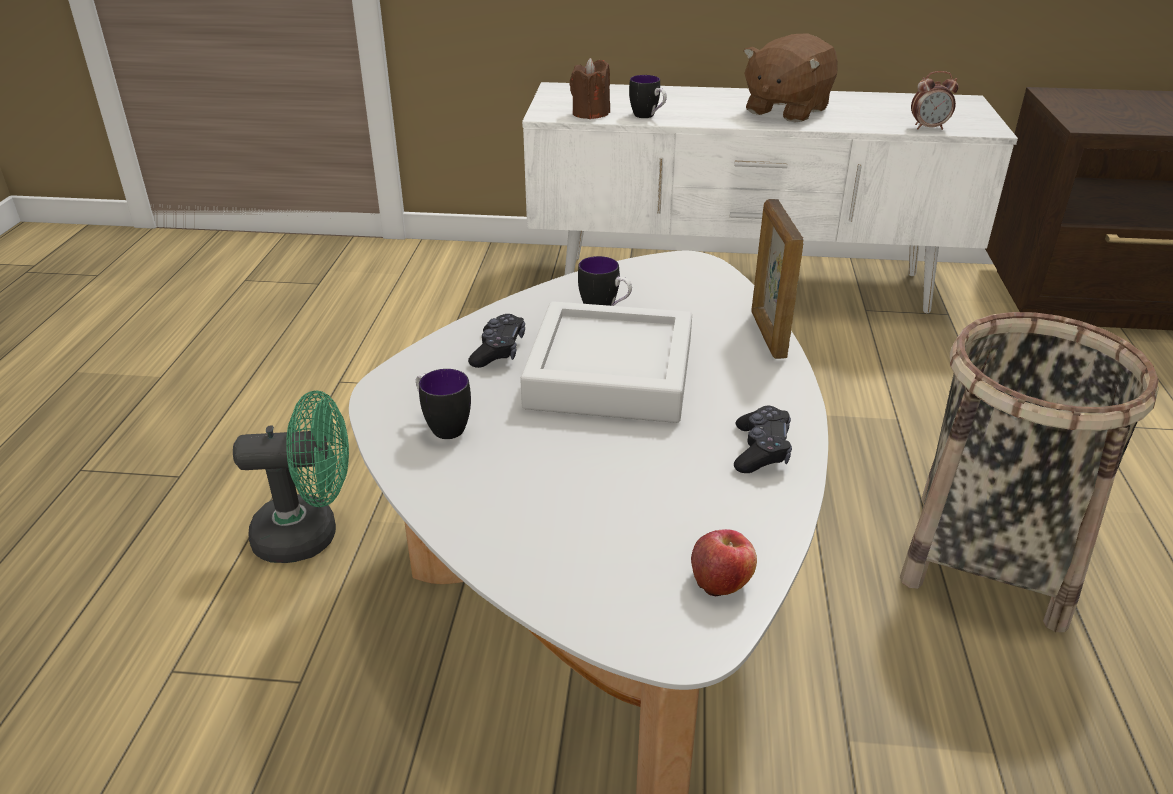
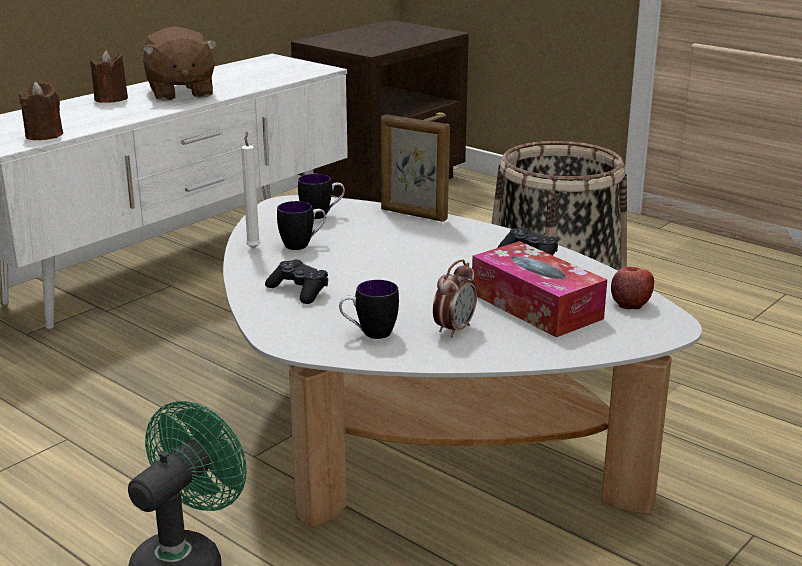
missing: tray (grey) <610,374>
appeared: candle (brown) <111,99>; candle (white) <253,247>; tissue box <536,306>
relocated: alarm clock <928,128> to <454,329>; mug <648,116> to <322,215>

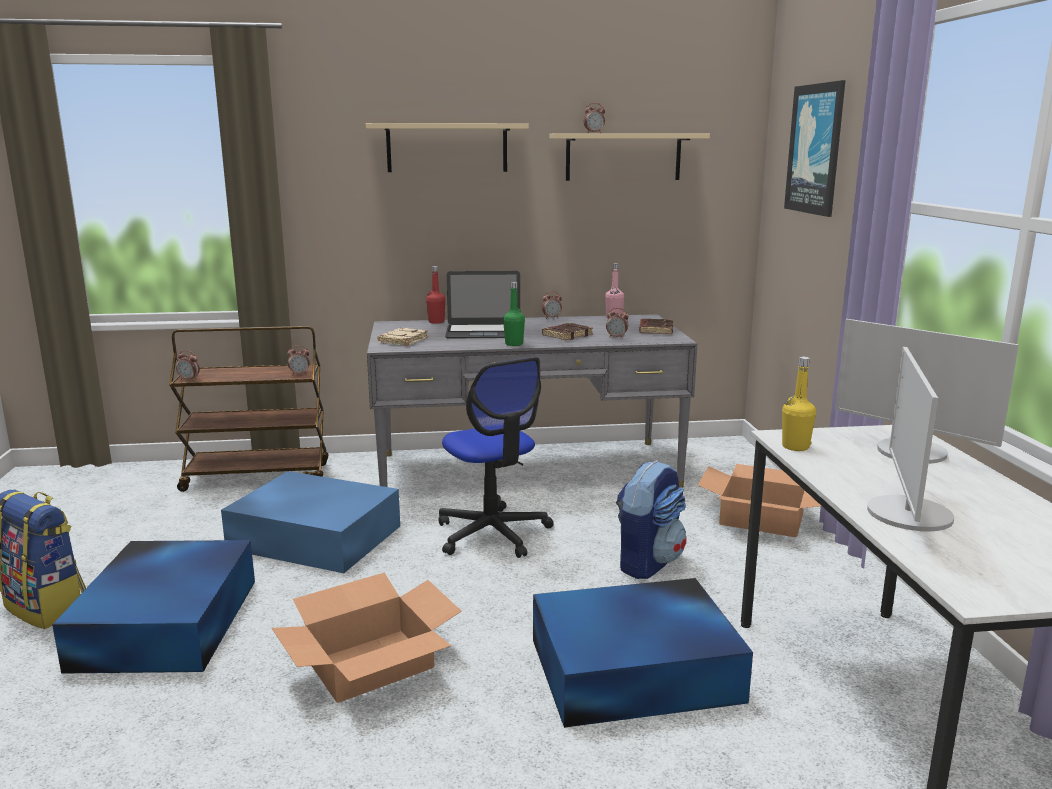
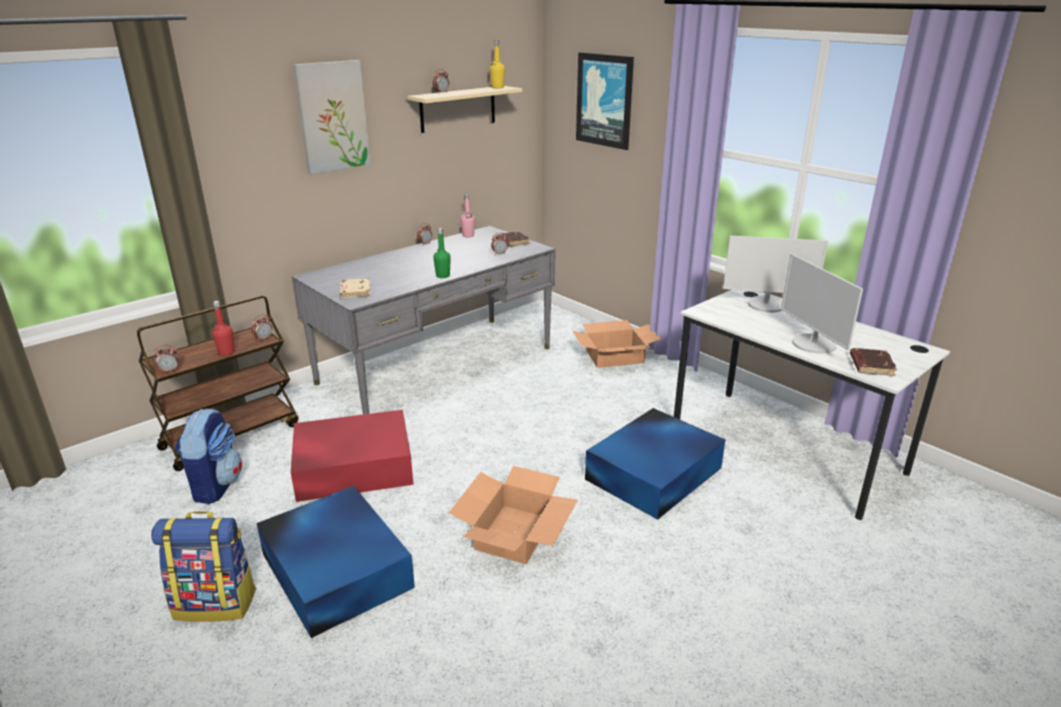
missing: laptop <484,332>; office chair <492,533>
relocated: bottle (red) <436,322> to <226,352>; book (brown) <567,335> to <870,365>; bottle (yellow) <795,447> to <497,87>; backpack <648,562> to <215,485>
exchanged: shelf (beige) <447,148> to picture <332,116>
colour: storage box (blue) <314,536> to storage box (red) <352,467>

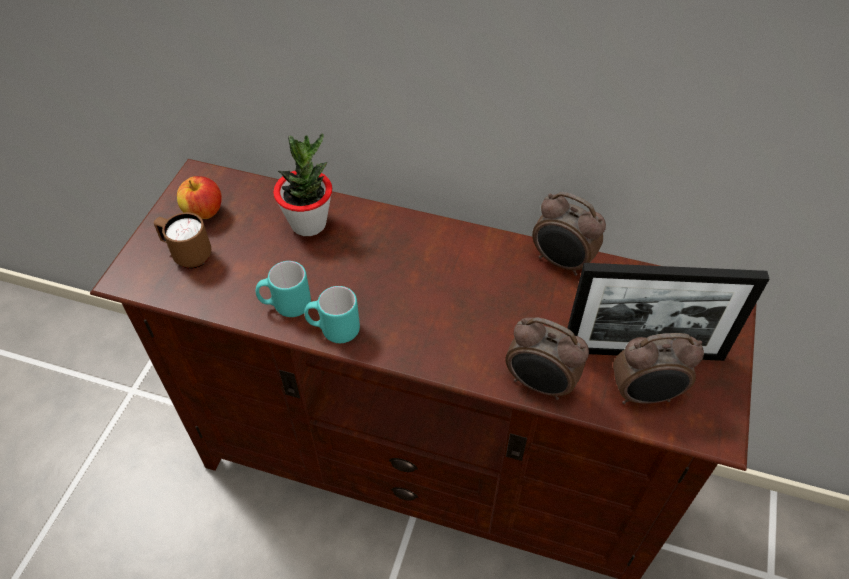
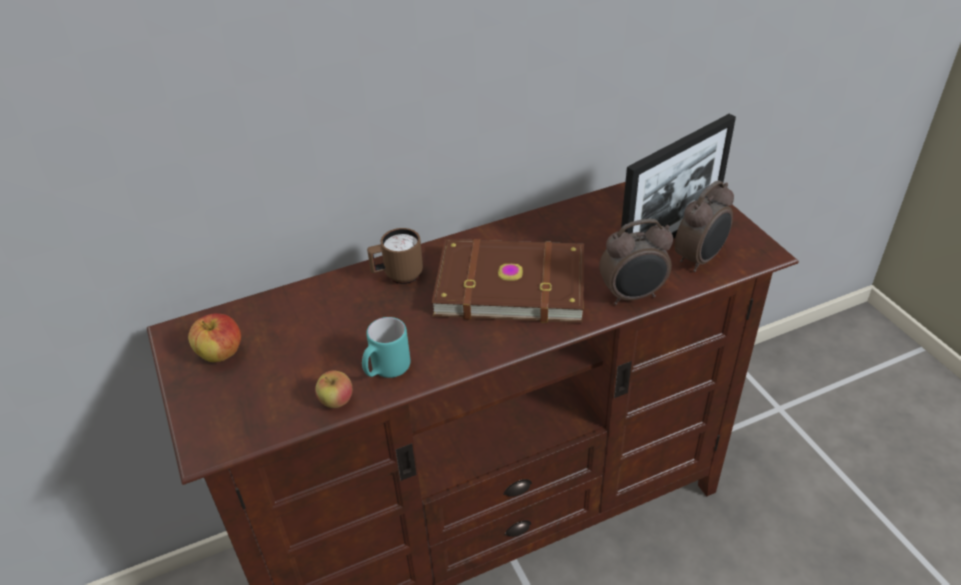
missing: potted plant <309,223>; alarm clock <561,262>; mug (turquoise) <333,329>
appeared: book (brown) <509,283>; apple <336,401>
relocated: mug (brown) <188,255> to <398,276>

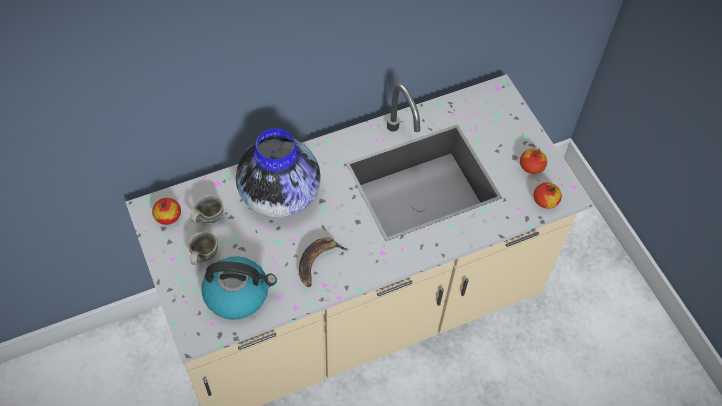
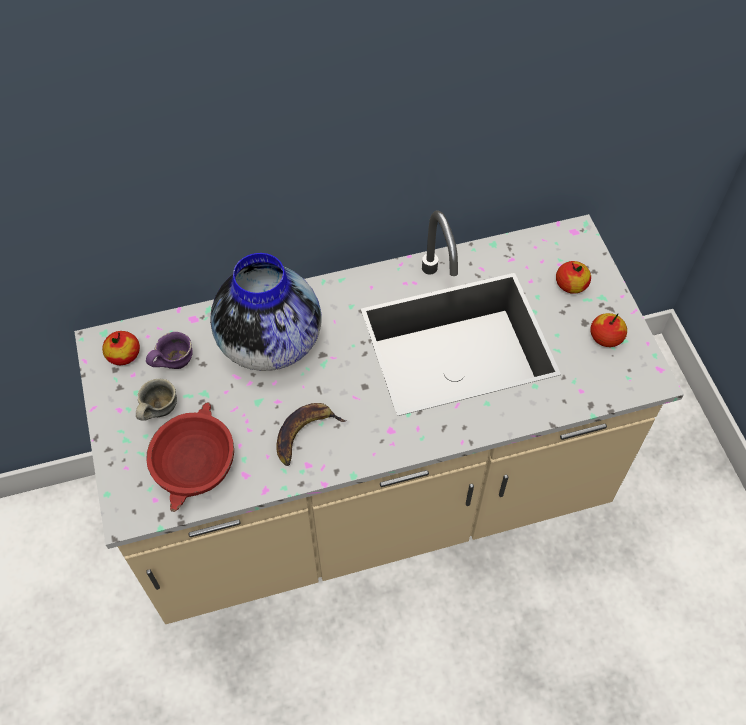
relocated: apple <545,200> to <571,285>
exchanged: kettle <238,294> to bowl (red) <194,465>
colour: mug (grey) <208,218> to mug (purple) <173,362>

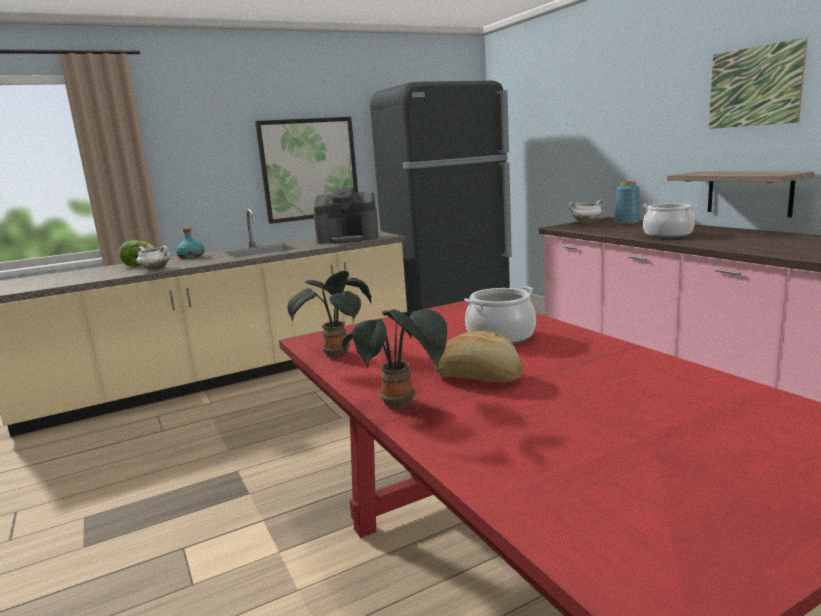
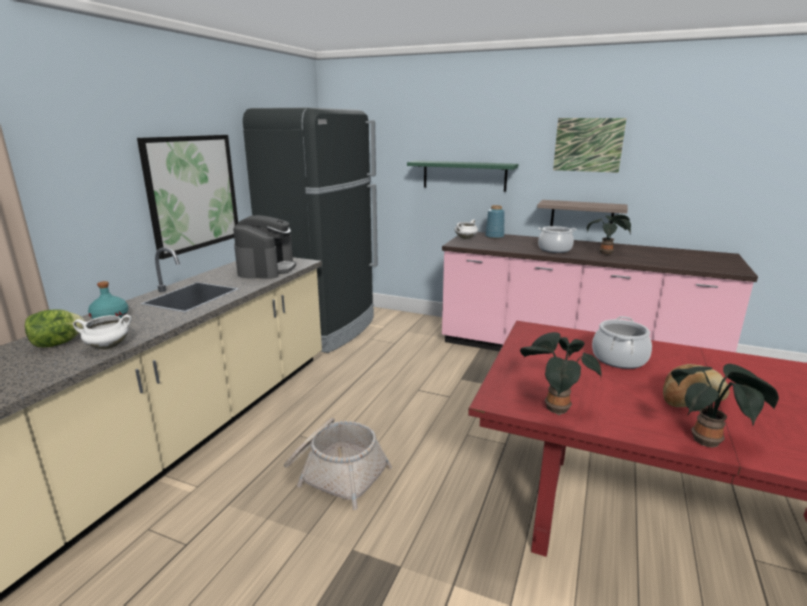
appeared: shelf (green) <464,175>; potted plant <606,253>; basket <335,473>
spun: coffee machine <348,239> = <267,269> 45 degrees counterclockwise

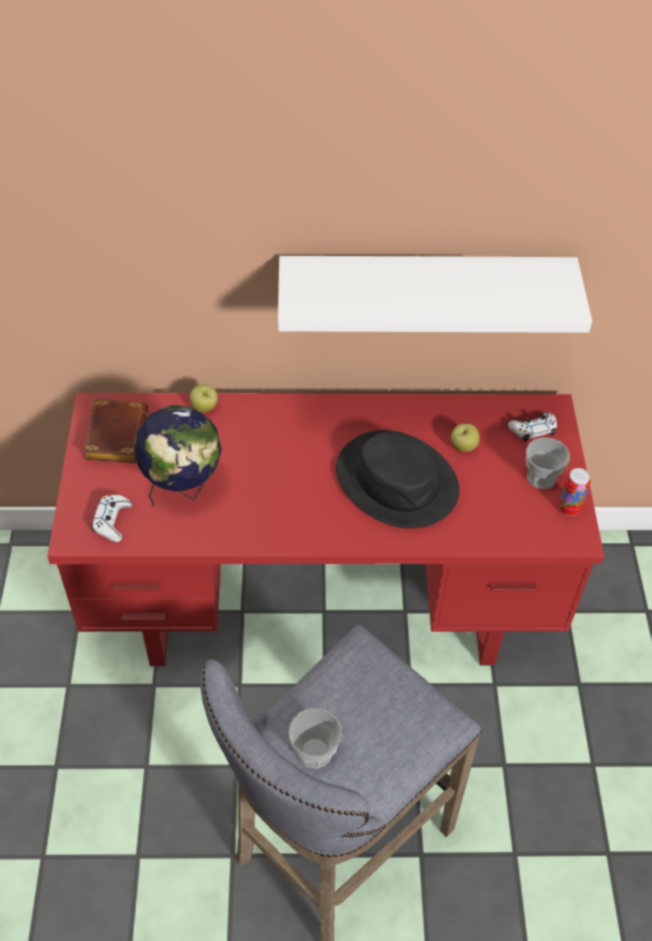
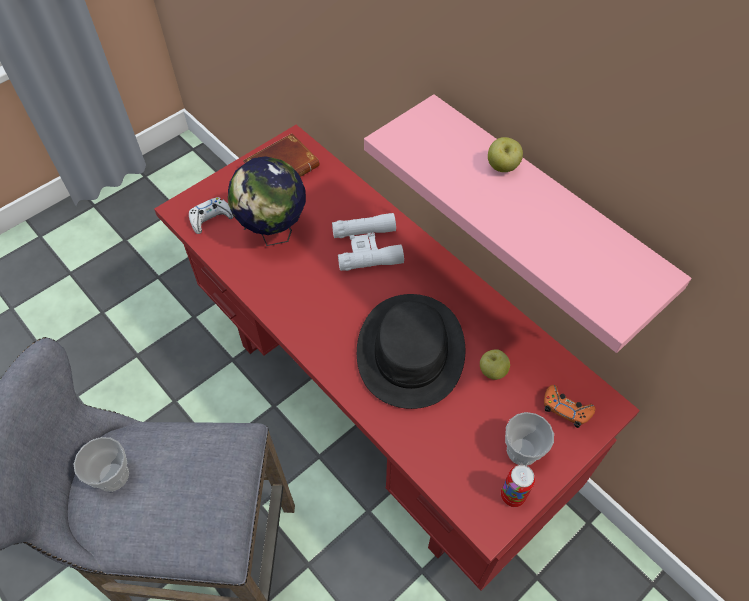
appeared: binoculars (white) <367,247>
relocated: apple <204,407> to <502,167>
colour: shelf (white) <425,289> to shelf (pink) <541,209>; game controller (white) <533,430> to game controller (orange) <566,408>

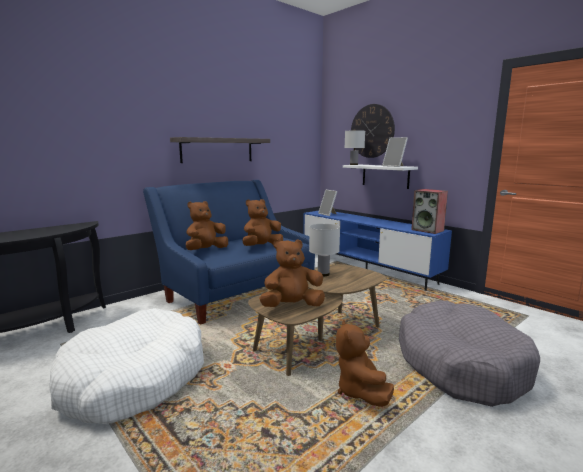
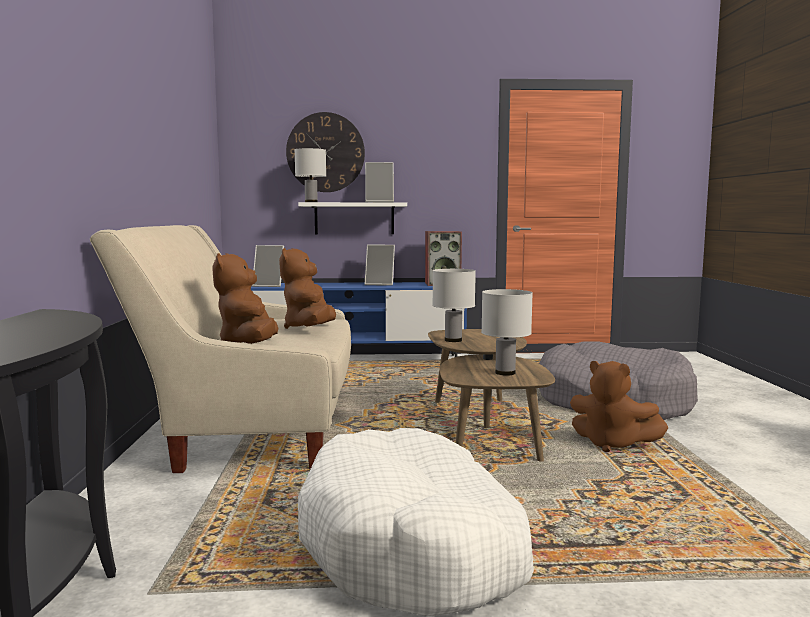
missing: shelf <217,150>
appeared: picture frame <380,284>
exchanged: plush toy (brown) <292,306> to table lamp (white) <505,372>
colour: sofa (blue) <236,291> to sofa (beige) <252,426>

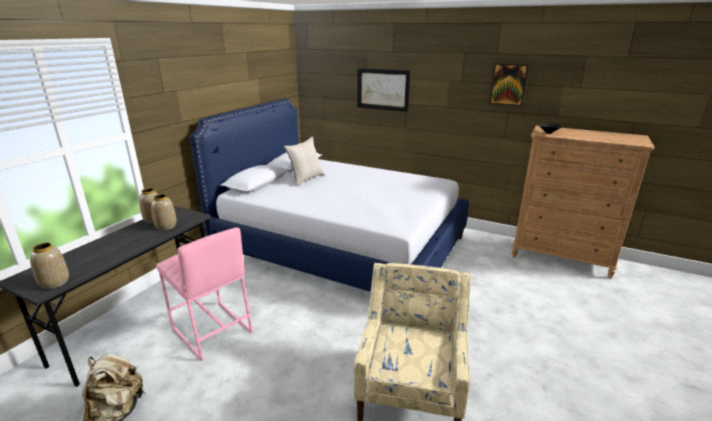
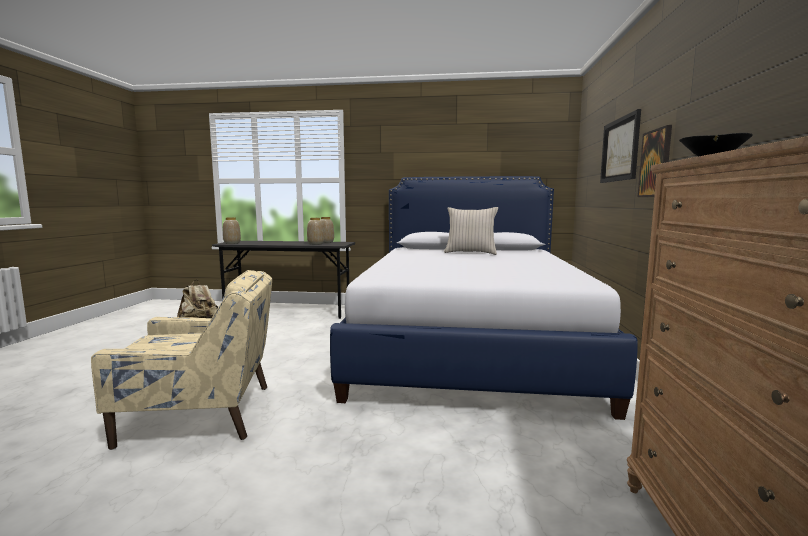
missing: stool (pink) <211,330>
relocated: picture <508,84> to <655,163>

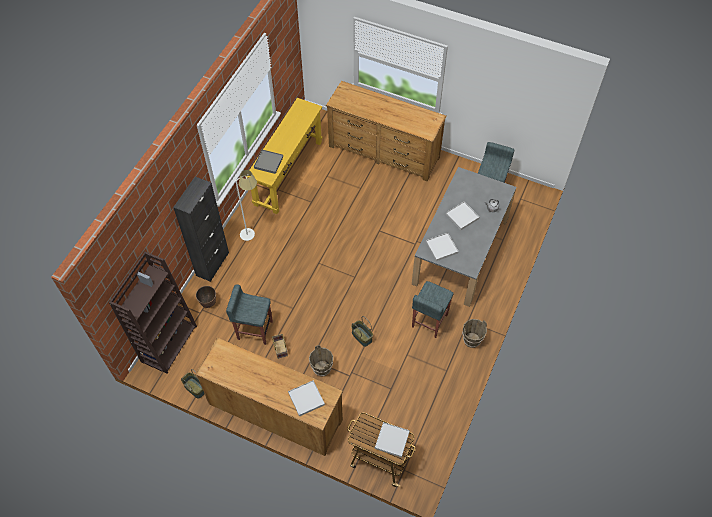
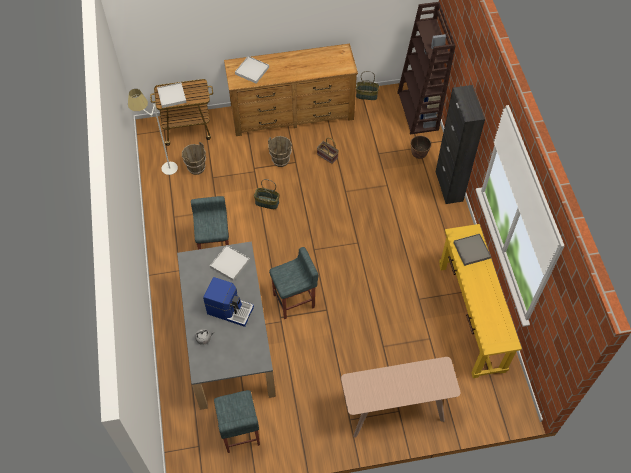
relocated: floor lamp (white) <253,236> to <162,169>; stool (grey) <254,330> to <294,301>; bucket (brown) <472,340> to <196,168>
exchanged: dresser (brown) <384,152> to console table (beige) <394,410>; tray (white) <462,216> to coffee machine <230,309>

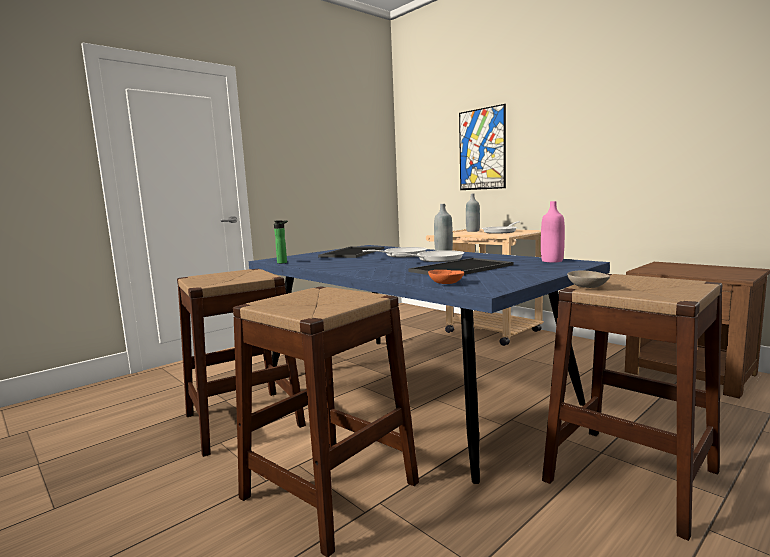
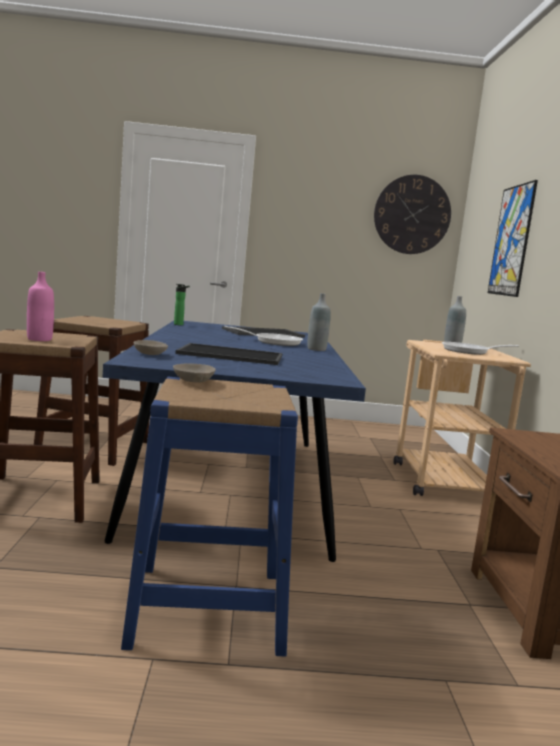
missing: frying pan <436,259>
appeared: wall clock <412,215>
relocated: bottle (pink) <552,261> to <39,339>
colour: bowl (orange) <445,283> to bowl (beige) <149,354>; stool (brown) <631,475> to stool (blue) <207,607>

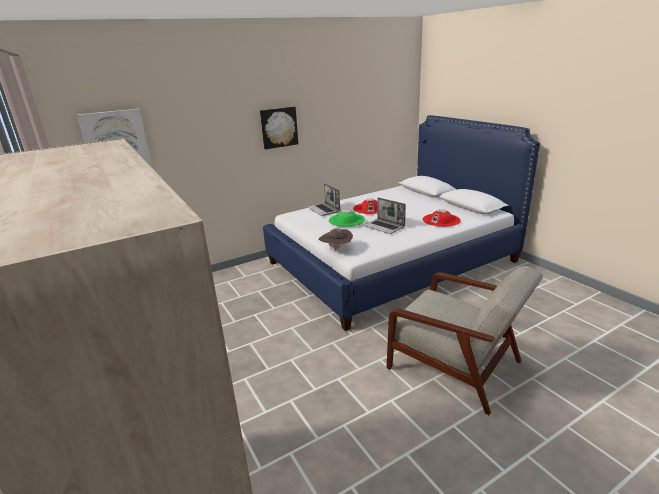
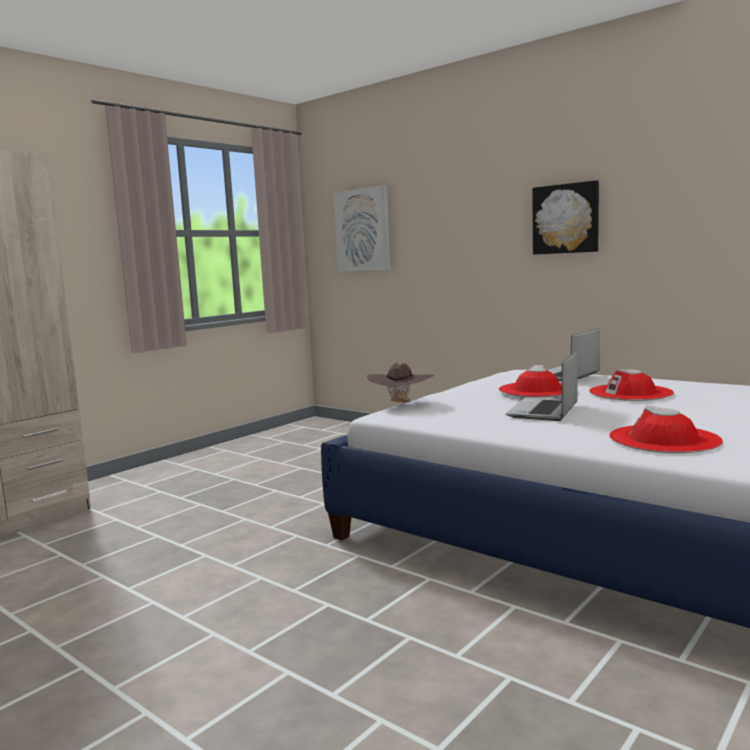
missing: armchair (grey) <456,366>
colour: hat (green) <346,220> to hat (red) <537,390>

